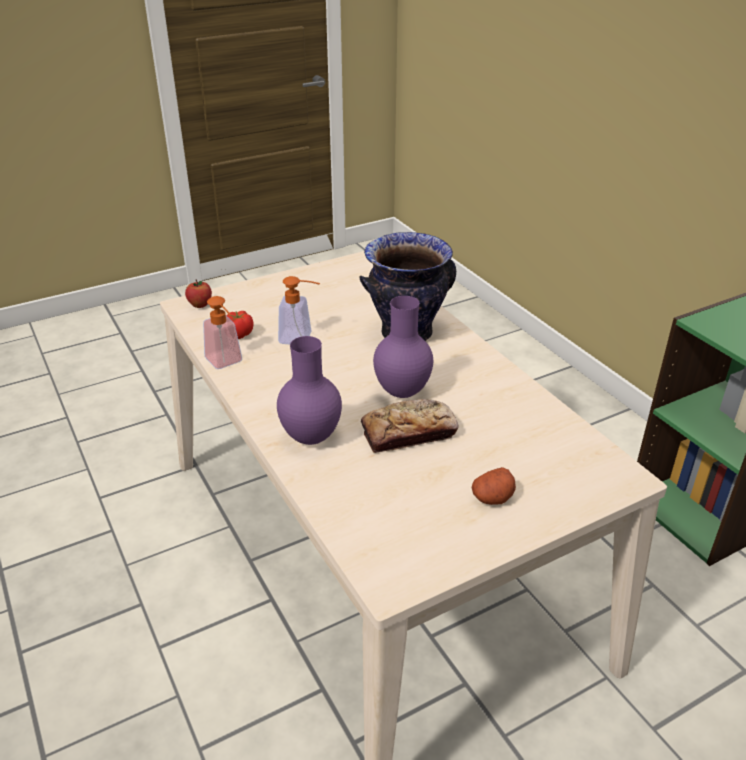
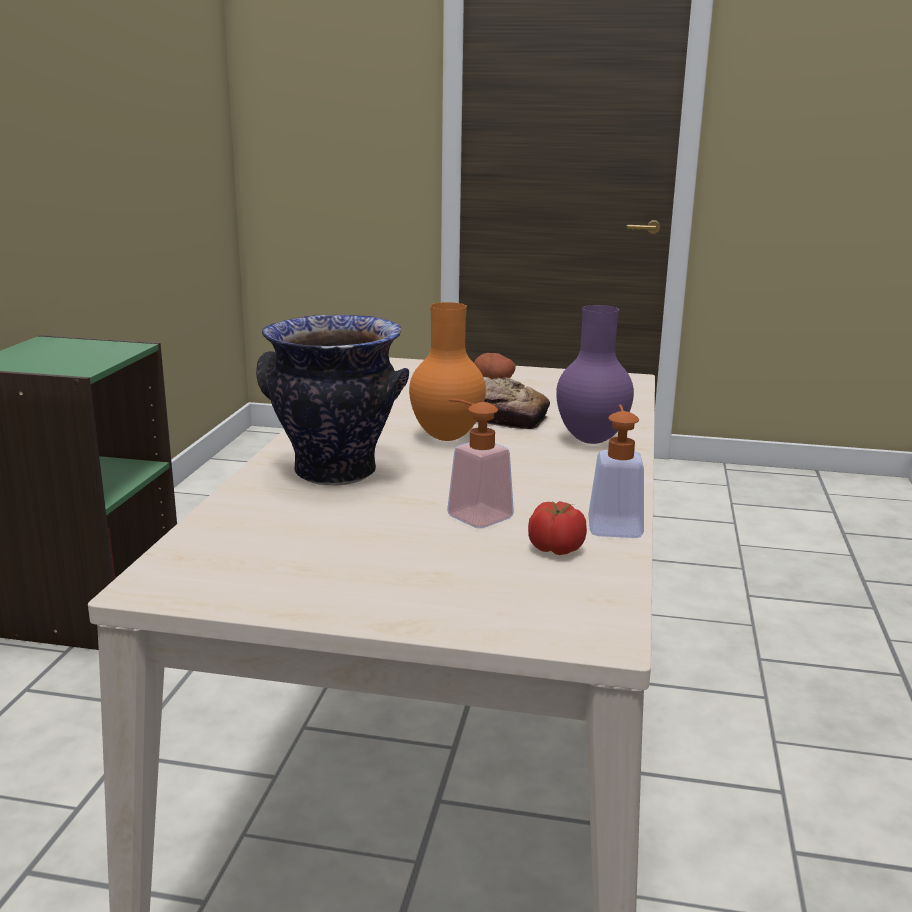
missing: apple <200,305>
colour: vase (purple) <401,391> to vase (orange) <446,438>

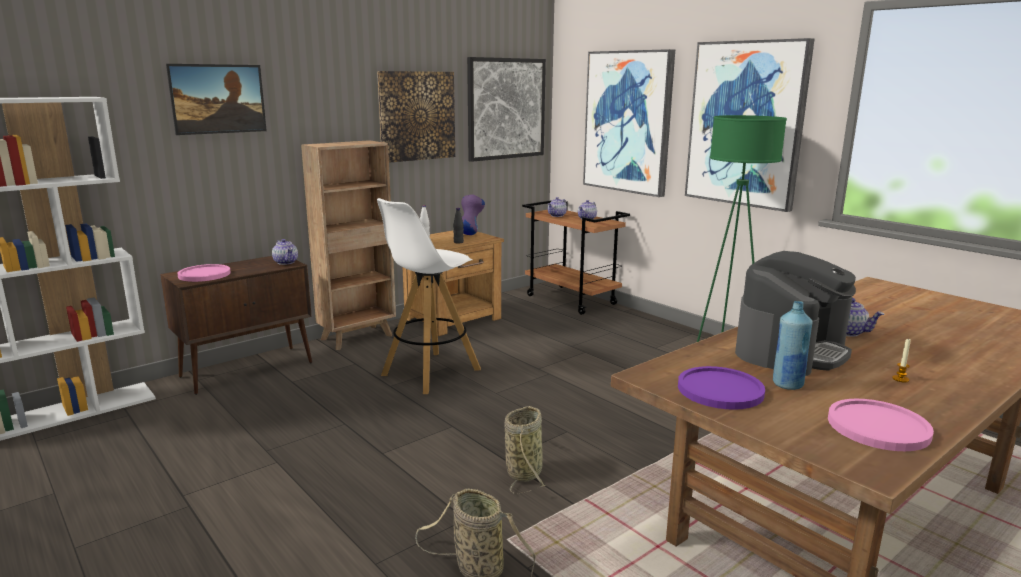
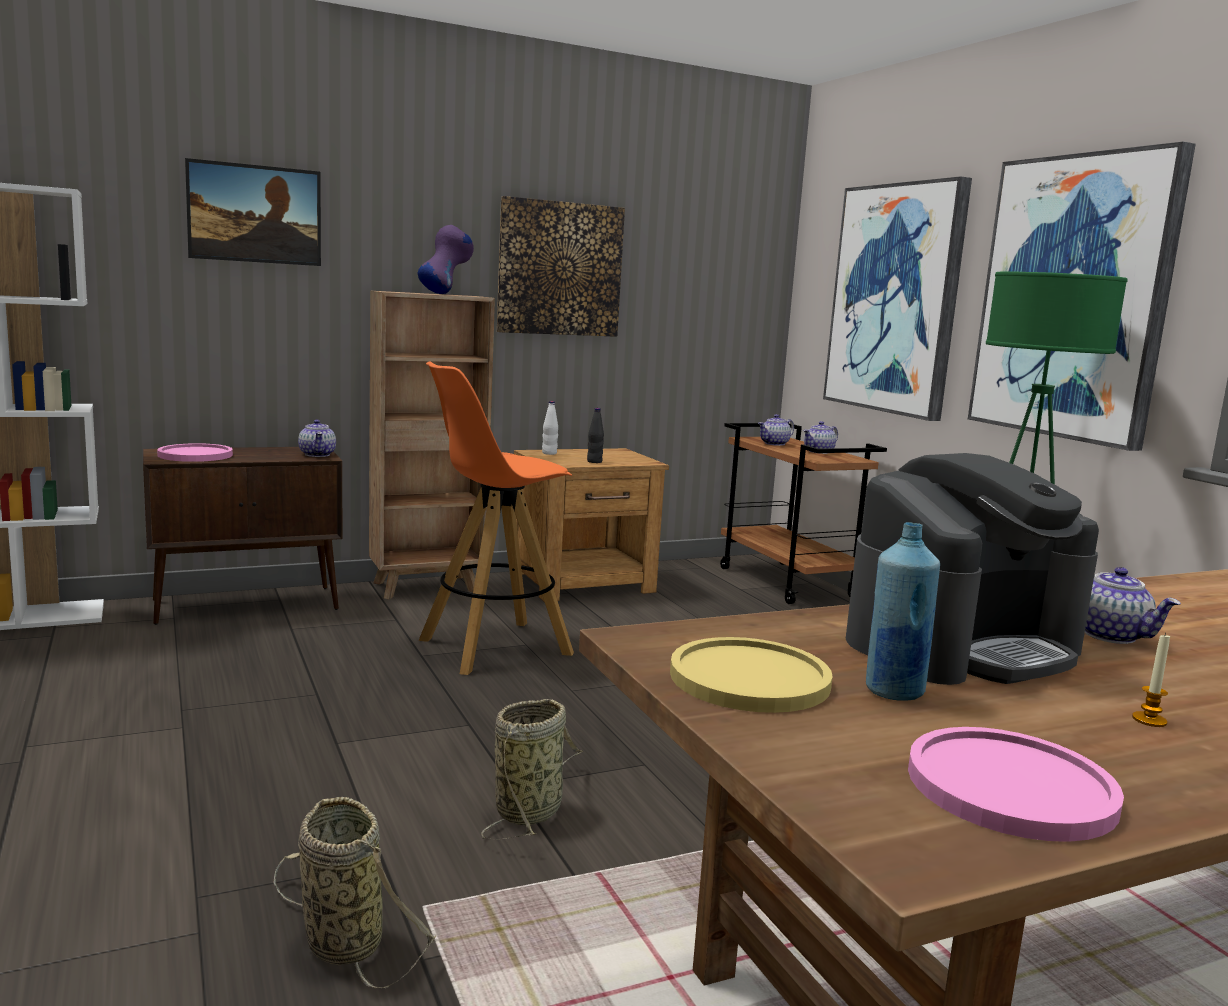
missing: picture <506,109>
relocated: vase (purple) <470,234> to <445,294>
colour: stool (white) <430,372> to stool (orange) <493,647>; plate (purple) <720,390> to plate (yellow) <749,678>

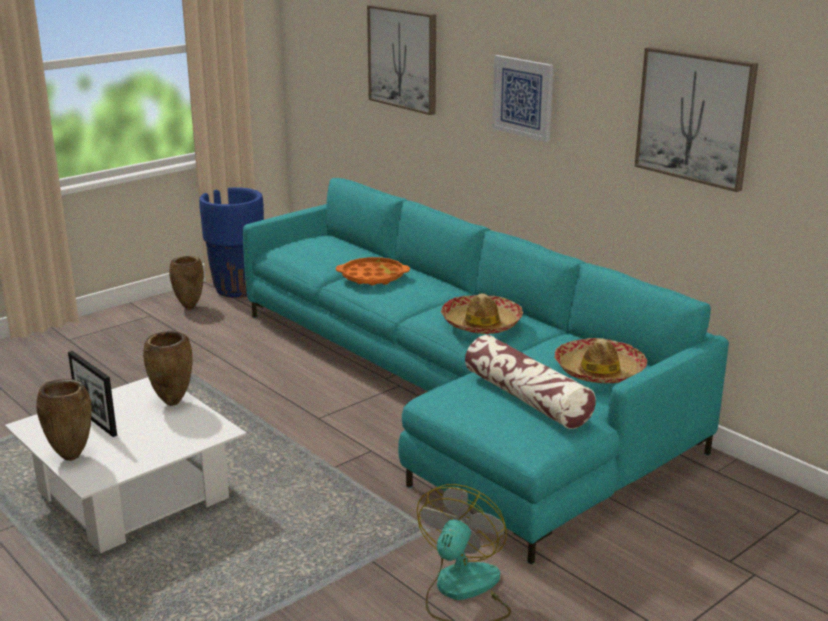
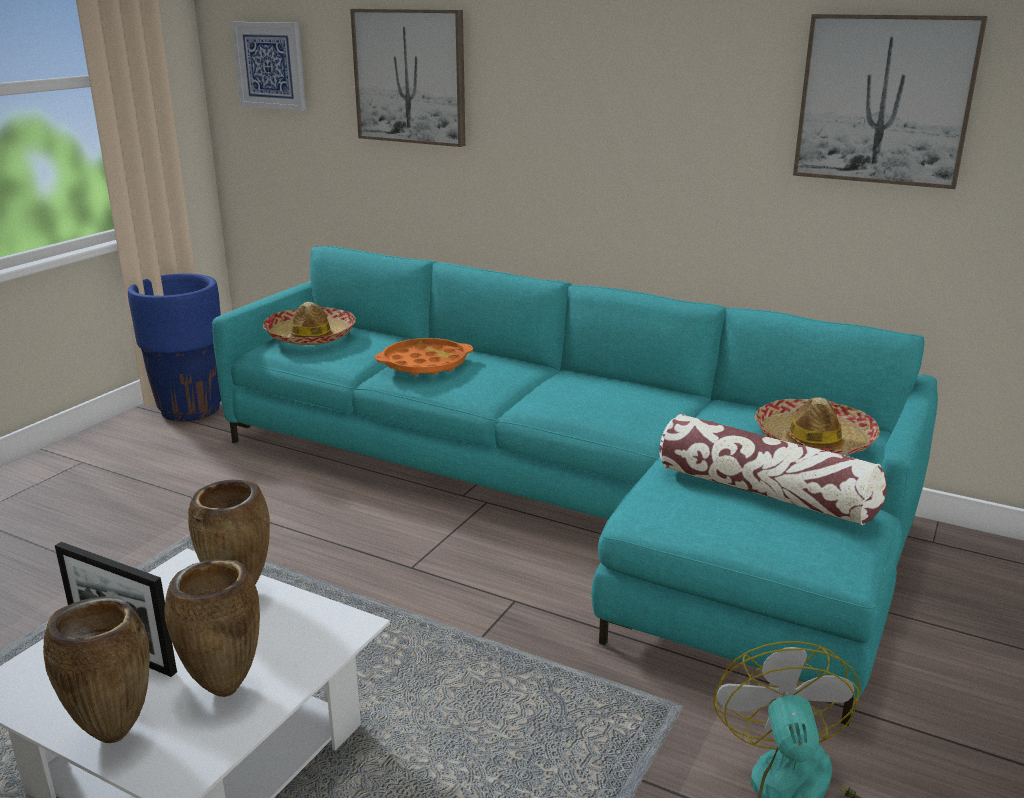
relocated: picture <523,97> to <270,65>; vase (brown) <189,307> to <224,688>; hat <481,323> to <311,336>

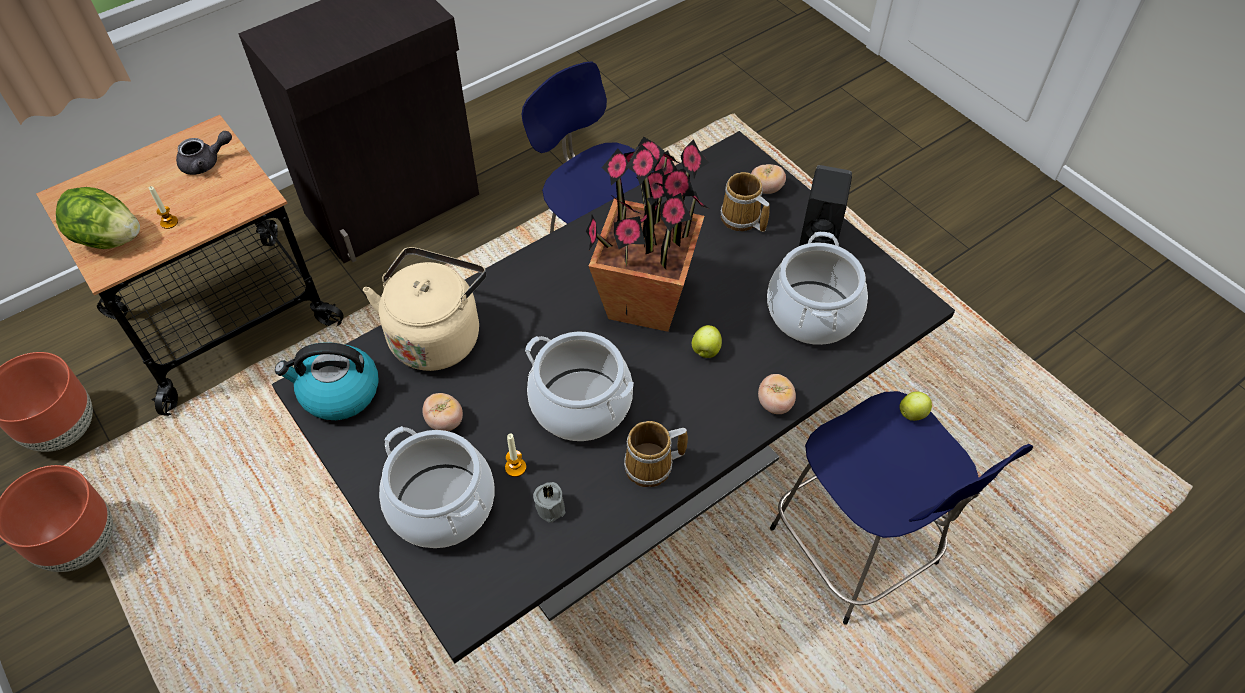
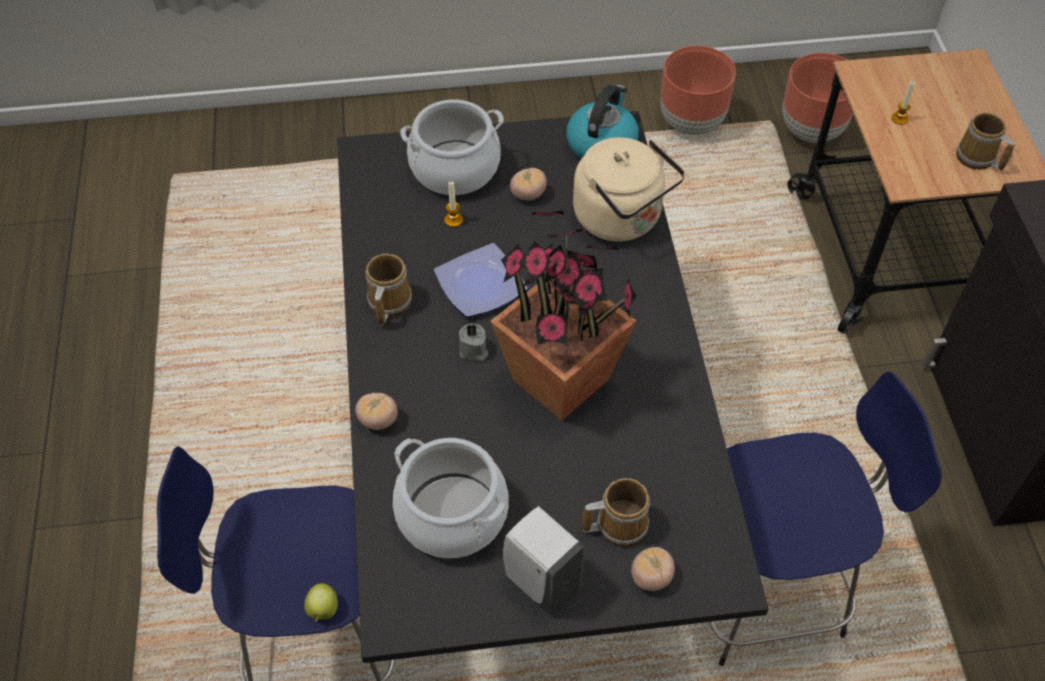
missing: lettuce <109,239>; apple <705,351>
relocated: candle (grey) <551,506> to <473,351>
exchanged: teapot (grey) <206,163> to mug <977,158>; cooking pot <580,404> to plate <481,283>
colour: soap dispenser (black) <818,241> to soap dispenser (white) <540,581>

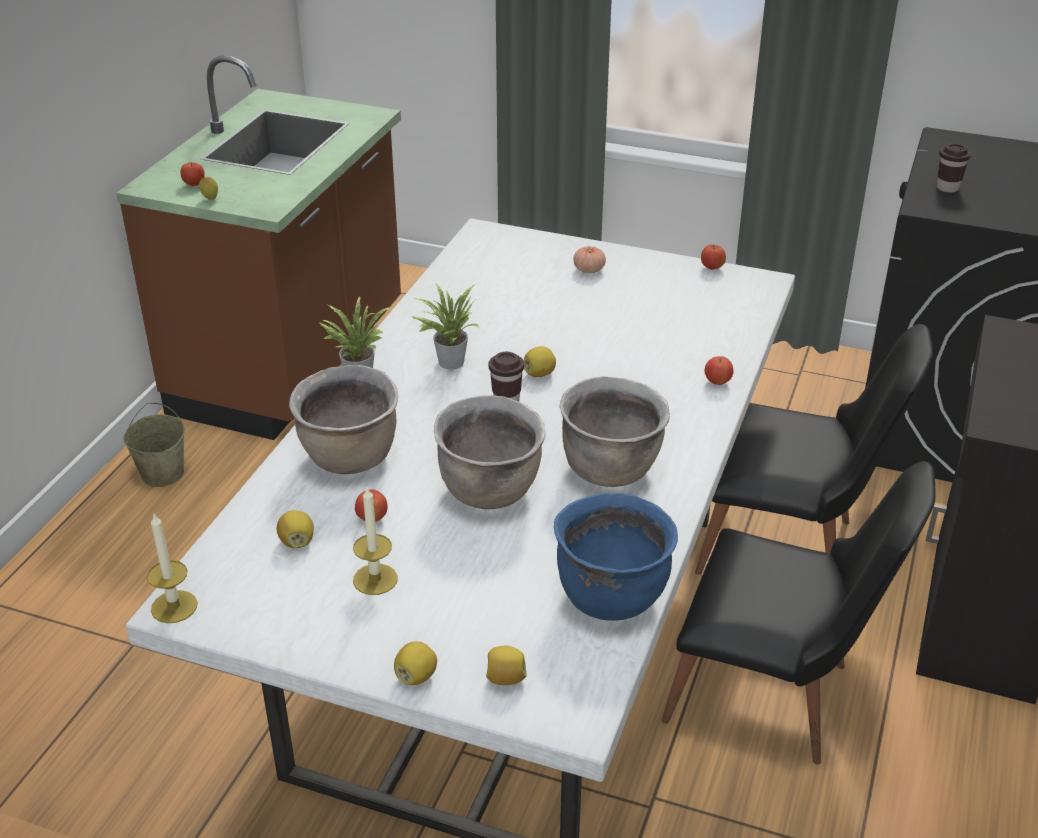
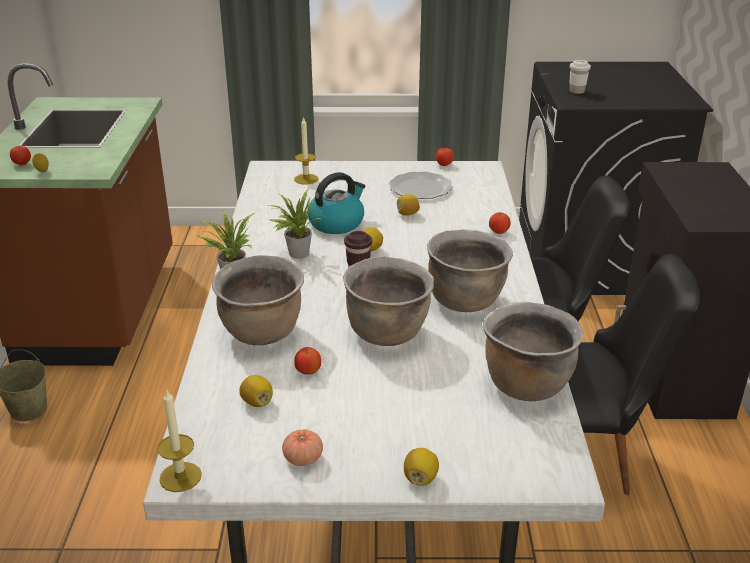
appeared: kettle <337,223>; plate <419,188>
relocated: tomato <589,269> to <303,458>; candle <375,579> to <306,179>; lemon <505,679> to <407,214>
colour: cup (brown) <947,188> to cup (white) <576,91>; cooking pot (blue) <611,596> to cooking pot (brown) <526,384>

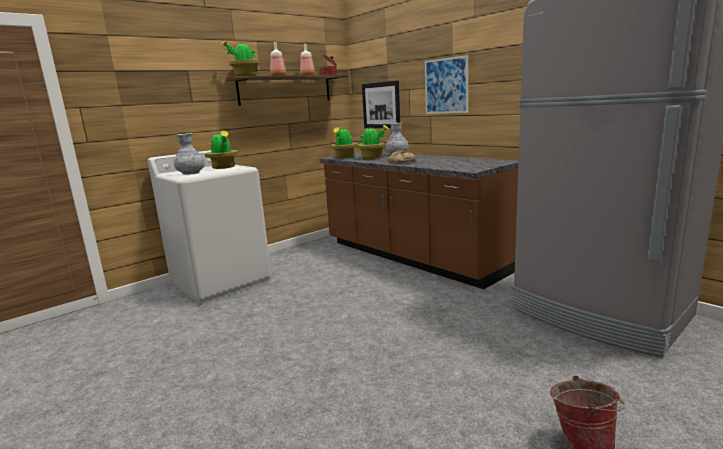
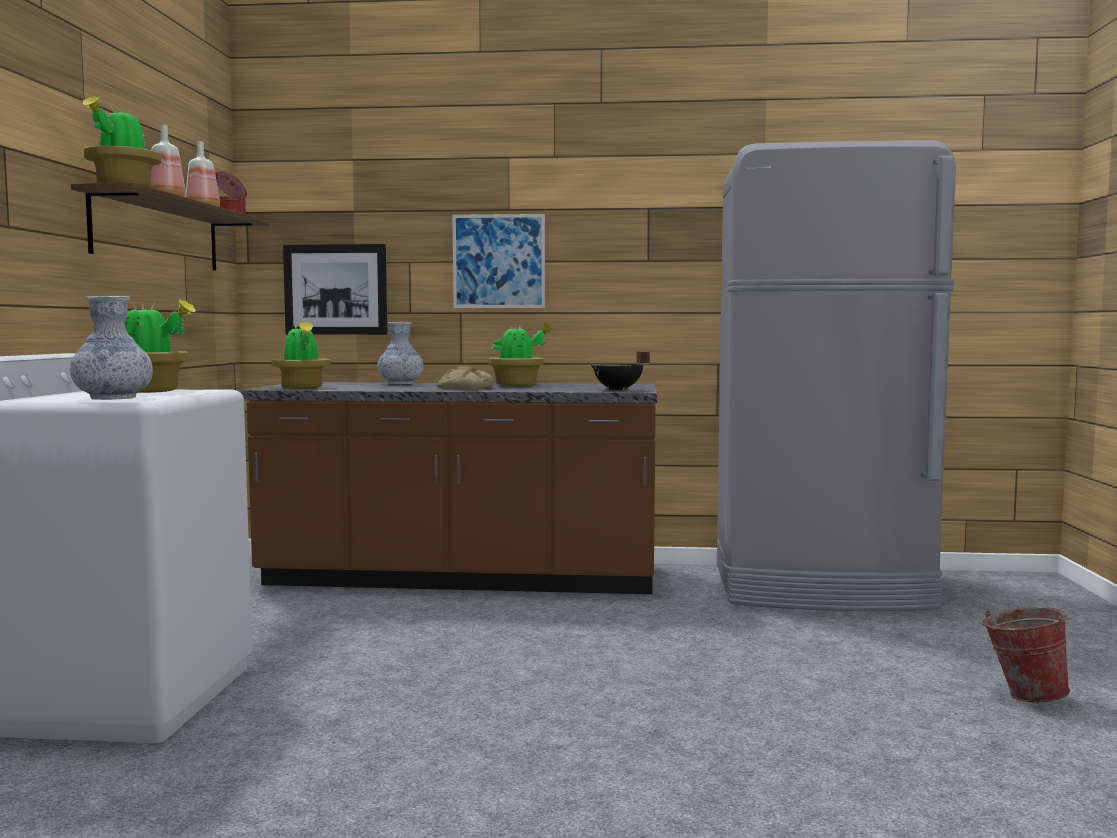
appeared: cooking pot (black) <618,390>
relocated: potted plant <372,157> to <518,385>

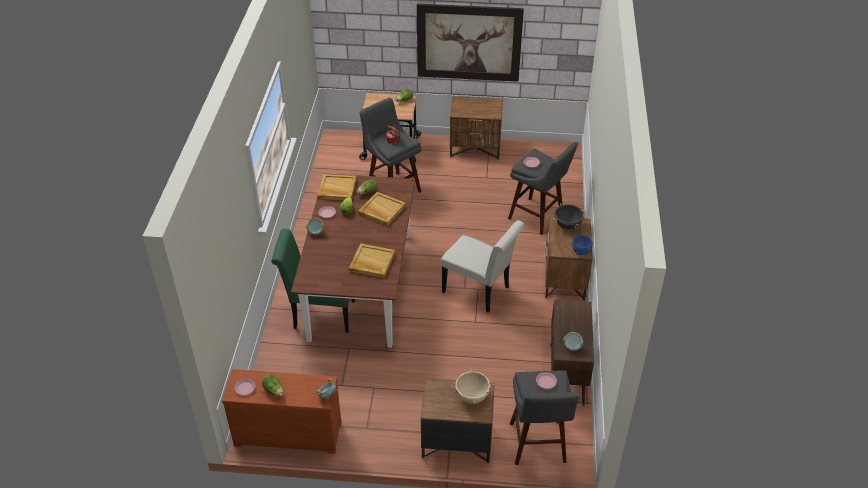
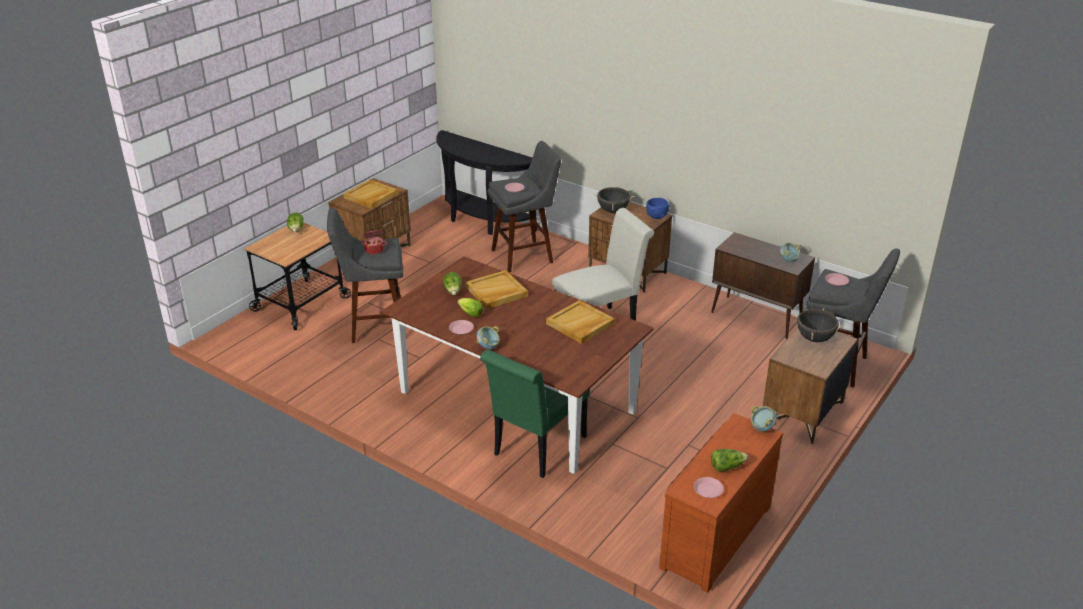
missing: picture <469,42>
appeared: console table (black) <481,220>
relocated: tray (beige) <337,189> to <371,196>
colour: cooking pot (beige) <472,396> to cooking pot (black) <814,338>

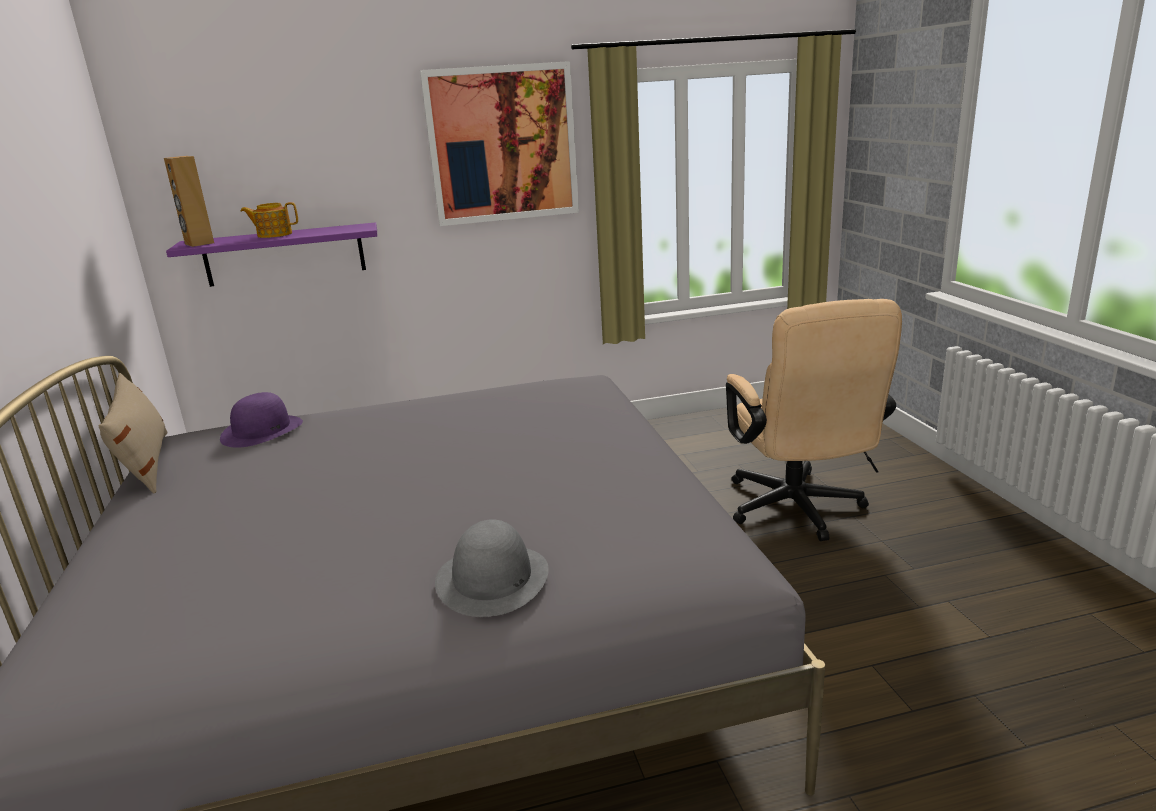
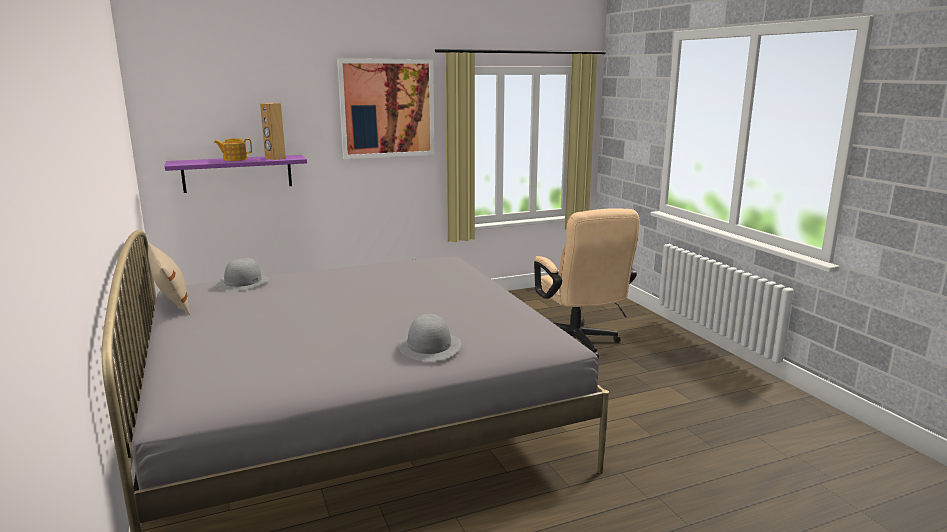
relocated: speaker (brown) <199,244> to <275,158>
colour: hat (purple) <262,430> to hat (grey) <243,282>

